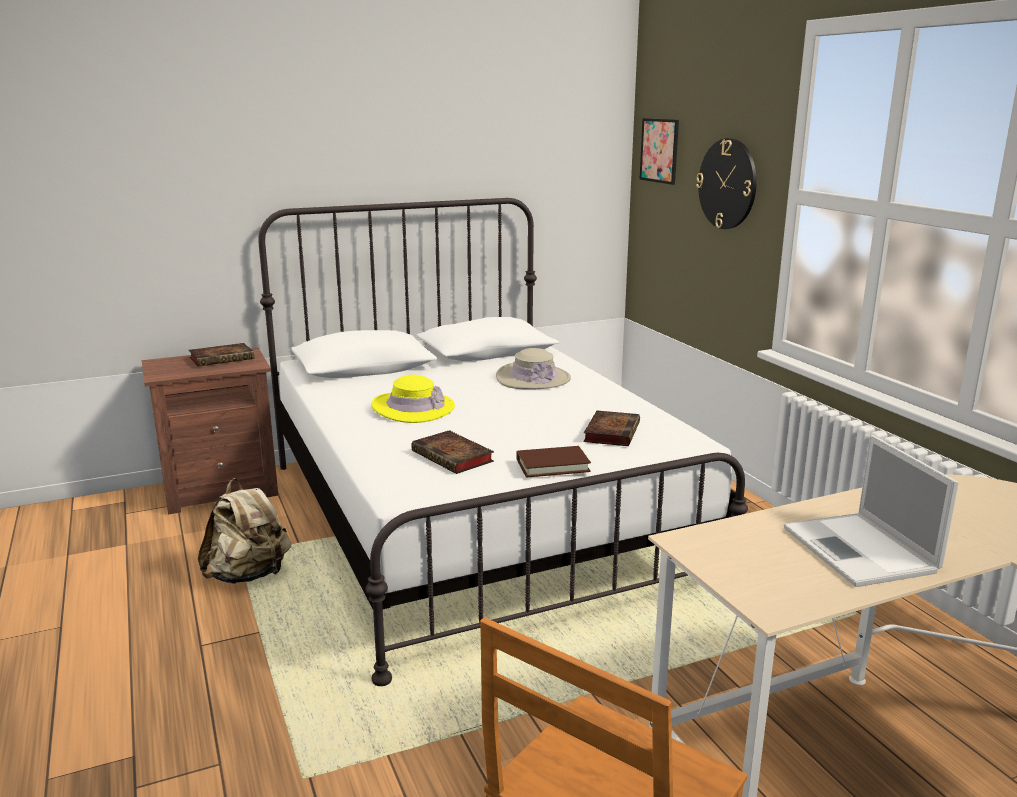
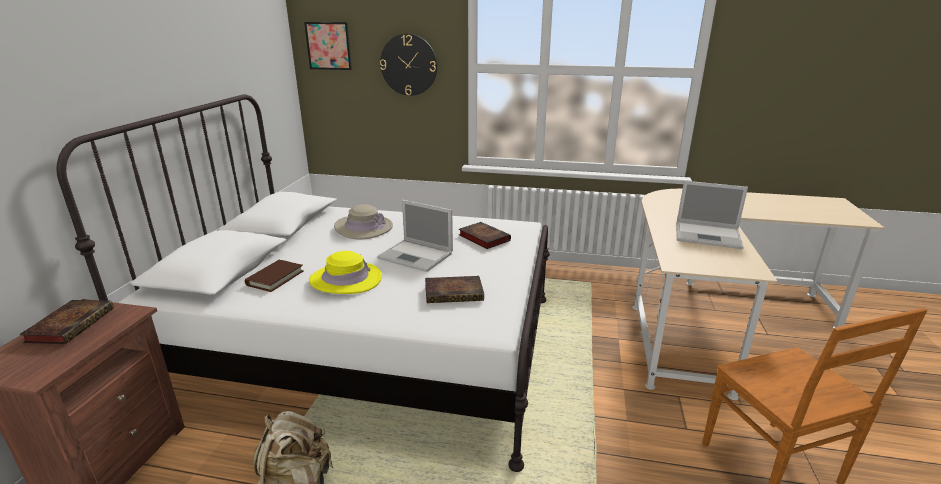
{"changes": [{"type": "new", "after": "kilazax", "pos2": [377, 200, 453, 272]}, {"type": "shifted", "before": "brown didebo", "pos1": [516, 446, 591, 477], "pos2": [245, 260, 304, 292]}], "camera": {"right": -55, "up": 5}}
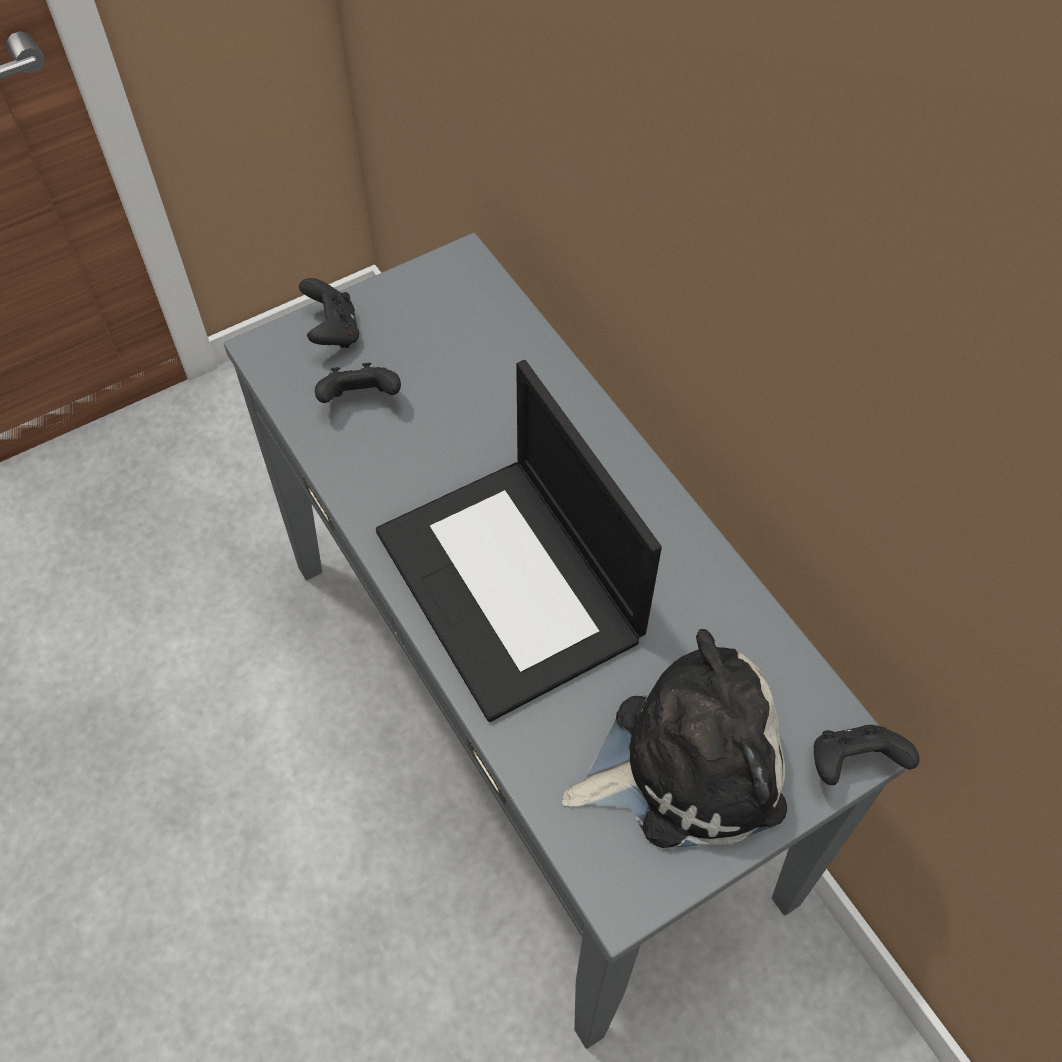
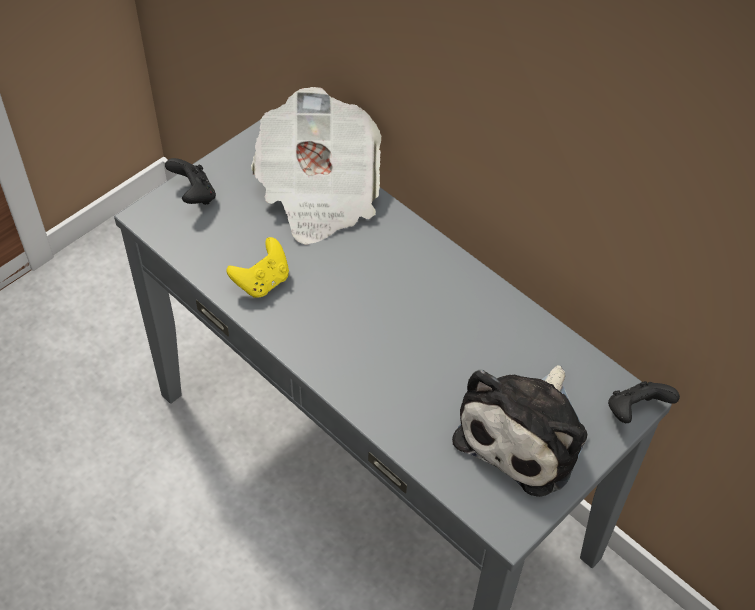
{"changes": [{"type": "gone", "before": "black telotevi", "pos1": [315, 363, 401, 403]}, {"type": "gone", "before": "kilazax", "pos1": [376, 360, 662, 722]}, {"type": "new", "after": "yellow telotevi", "pos2": [226, 237, 289, 298]}, {"type": "new", "after": "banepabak", "pos2": [251, 87, 382, 245]}, {"type": "rotated", "before": "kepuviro", "pos1": [562, 629, 787, 848], "pos2": [452, 365, 587, 497], "turn": 150}], "camera": {"right": -15, "up": -5}}
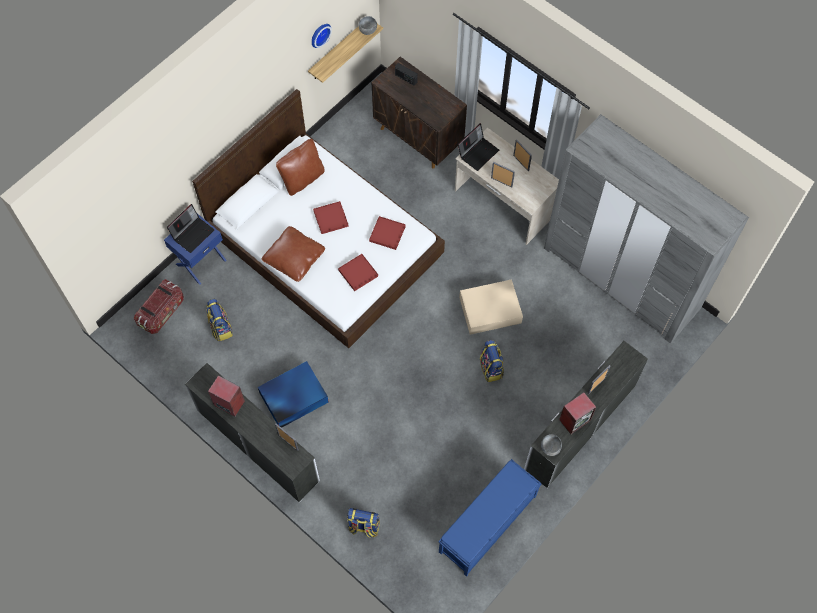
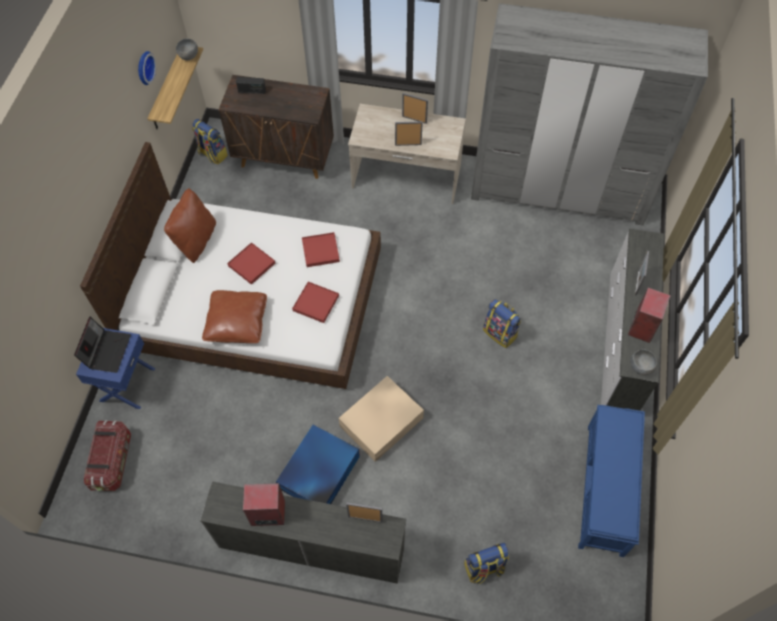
{"changes": [{"type": "gone", "before": "kilazax", "pos1": [458, 123, 499, 171]}, {"type": "shifted", "before": "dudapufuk", "pos1": [207, 299, 233, 341], "pos2": [192, 119, 228, 164]}, {"type": "shifted", "before": "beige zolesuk", "pos1": [459, 279, 523, 335], "pos2": [339, 376, 424, 462]}], "camera": {"right": -30, "up": -5}}
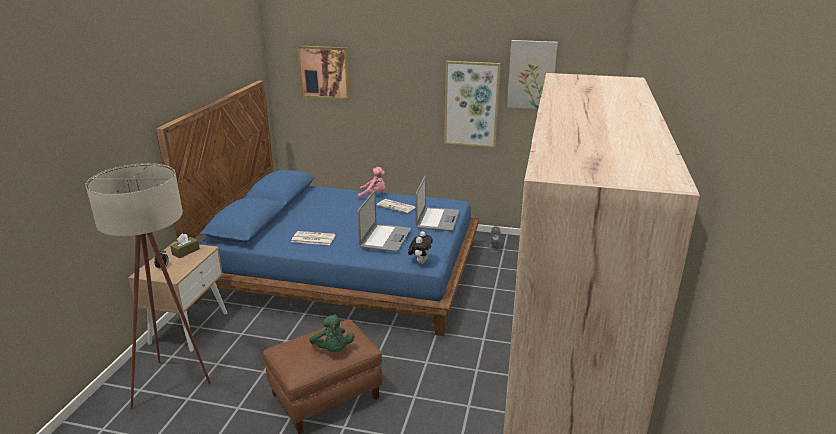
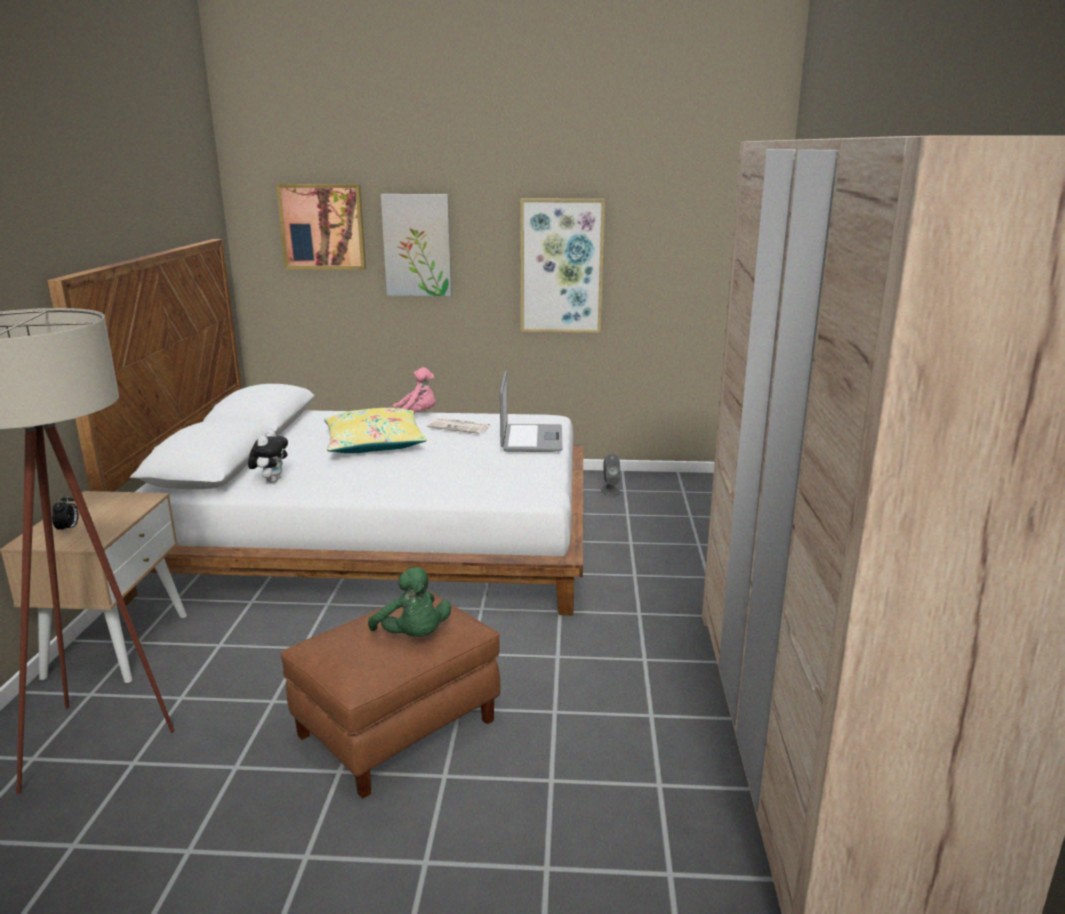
{"changes": [{"type": "gone", "before": "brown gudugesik", "pos1": [170, 233, 200, 258]}, {"type": "gone", "before": "banepabak", "pos1": [291, 231, 336, 245]}, {"type": "gone", "before": "kilazax", "pos1": [357, 191, 411, 252]}, {"type": "new", "after": "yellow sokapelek", "pos2": [324, 408, 427, 454]}, {"type": "shifted", "before": "kepuviro", "pos1": [408, 231, 433, 264], "pos2": [248, 429, 288, 483]}, {"type": "shifted", "before": "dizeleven", "pos1": [507, 40, 558, 109], "pos2": [381, 194, 452, 296]}, {"type": "repainted", "before": "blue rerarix", "after": "white rerarix", "pos1": [156, 81, 479, 336], "pos2": [47, 239, 583, 615]}], "camera": {"right": -10, "up": -5}}
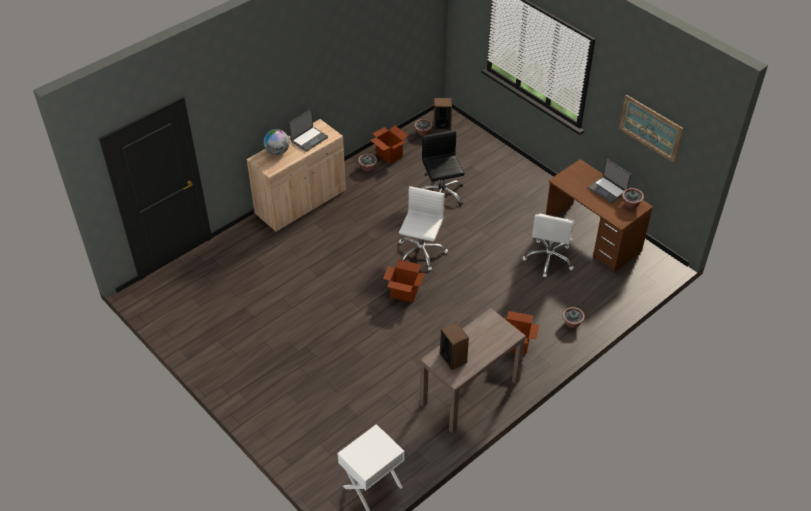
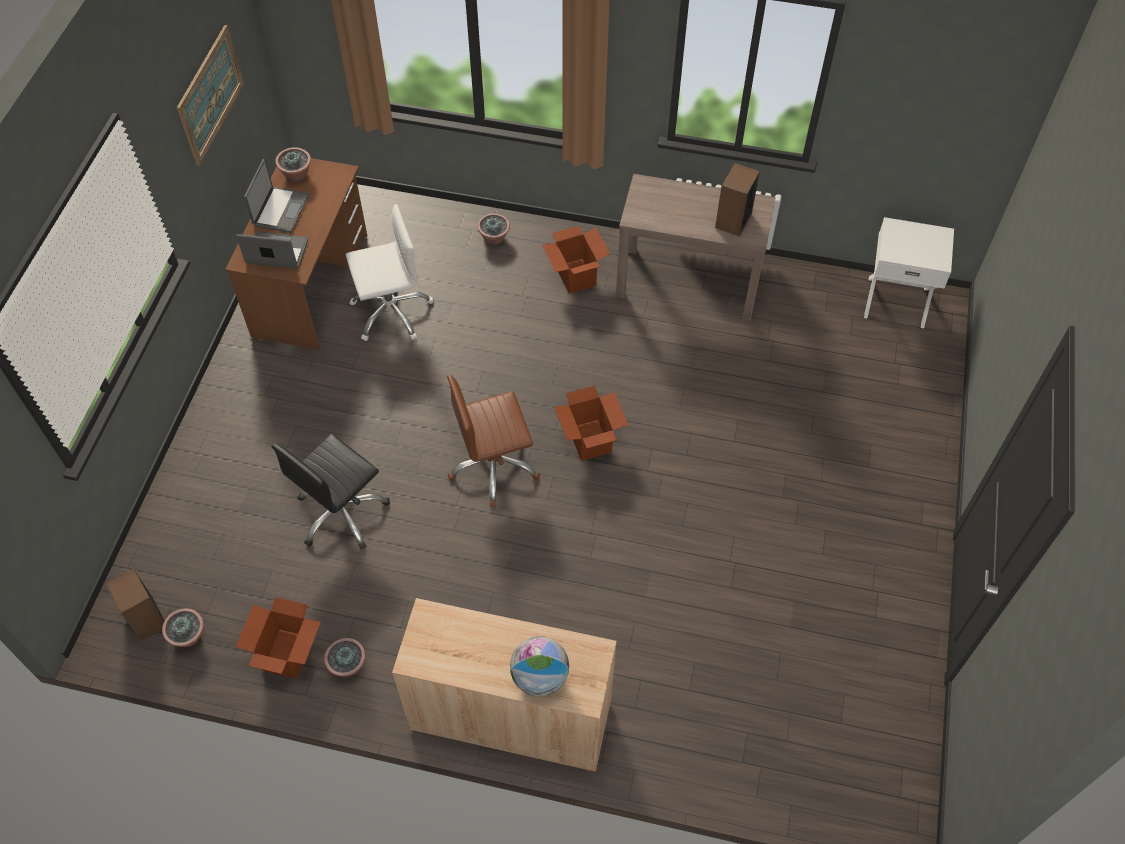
{"changes": [{"type": "shifted", "before": "kilazax", "pos1": [289, 109, 328, 152], "pos2": [236, 232, 308, 269]}, {"type": "repainted", "before": "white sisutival", "after": "brown sisutival", "pos1": [399, 186, 448, 271], "pos2": [447, 375, 540, 506]}], "camera": {"right": -125, "up": 10}}
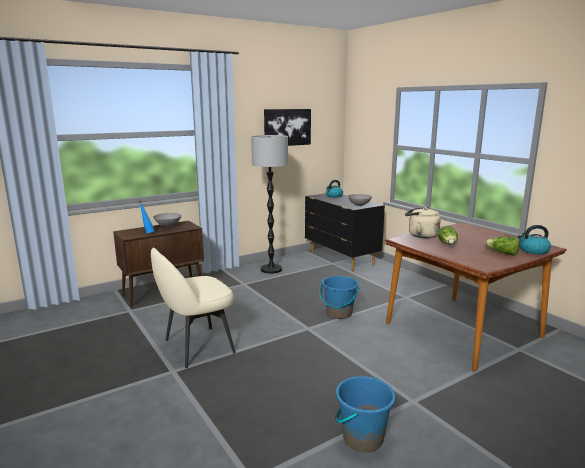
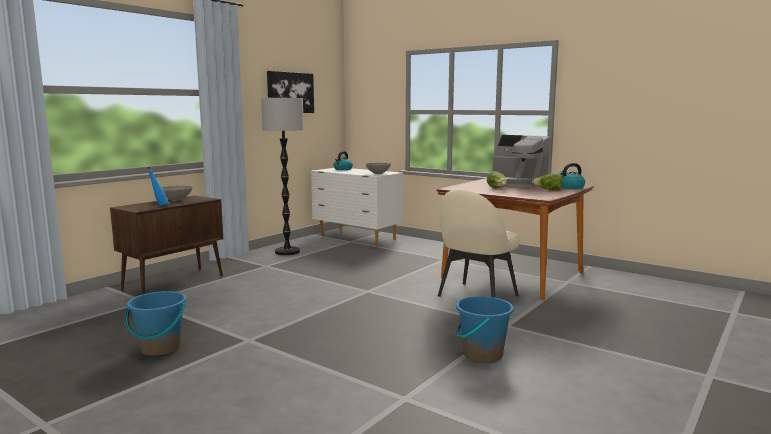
{"changes": [{"type": "gone", "before": "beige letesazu", "pos1": [405, 207, 441, 238]}, {"type": "new", "after": "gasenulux", "pos2": [492, 135, 550, 187]}, {"type": "shifted", "before": "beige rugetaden", "pos1": [151, 248, 236, 368], "pos2": [438, 190, 519, 298]}, {"type": "shifted", "before": "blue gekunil", "pos1": [320, 276, 359, 319], "pos2": [125, 291, 186, 356]}, {"type": "repainted", "before": "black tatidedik", "after": "white tatidedik", "pos1": [305, 193, 385, 271], "pos2": [311, 168, 403, 246]}], "camera": {"right": -20, "up": -5}}
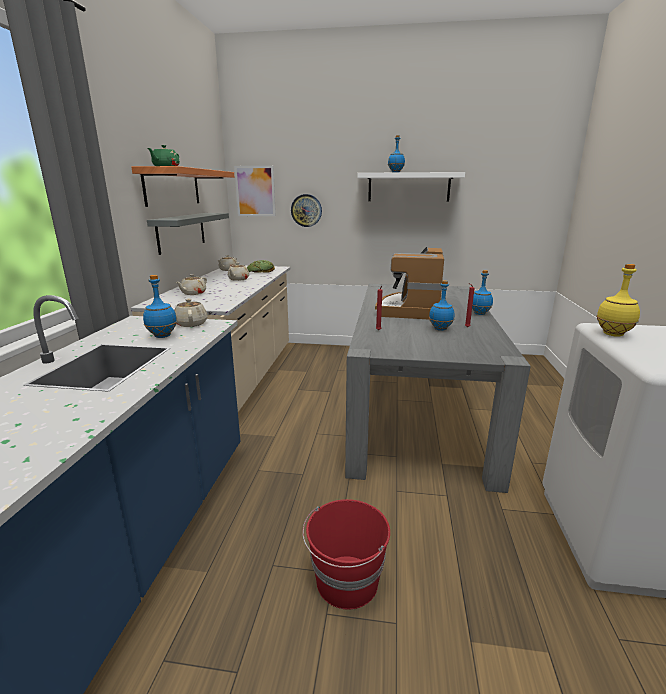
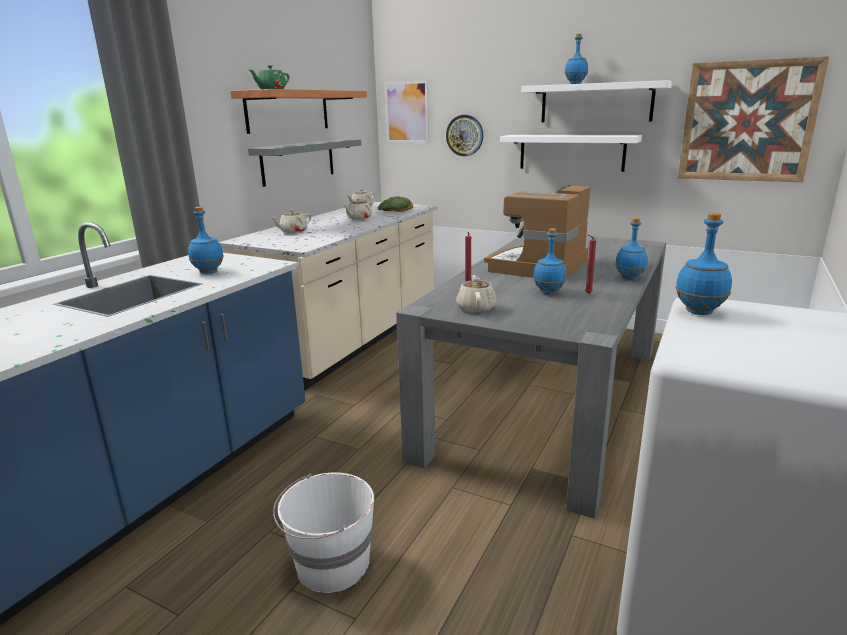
{"changes": [{"type": "new", "after": "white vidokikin", "pos2": [500, 135, 642, 172]}, {"type": "new", "after": "dizeleven", "pos2": [678, 56, 829, 182]}, {"type": "shifted", "before": "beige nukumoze", "pos1": [174, 298, 208, 327], "pos2": [456, 275, 497, 313]}, {"type": "repainted", "before": "red gekunil", "after": "white gekunil", "pos1": [302, 499, 390, 610], "pos2": [273, 473, 374, 593]}, {"type": "repainted", "before": "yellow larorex", "after": "blue larorex", "pos1": [596, 264, 640, 337], "pos2": [675, 213, 732, 315]}], "camera": {"right": 20, "up": 0}}
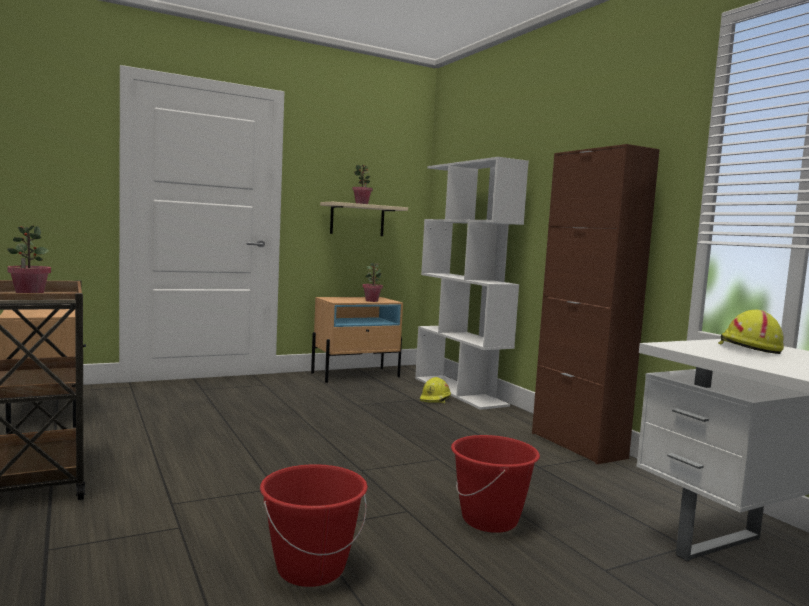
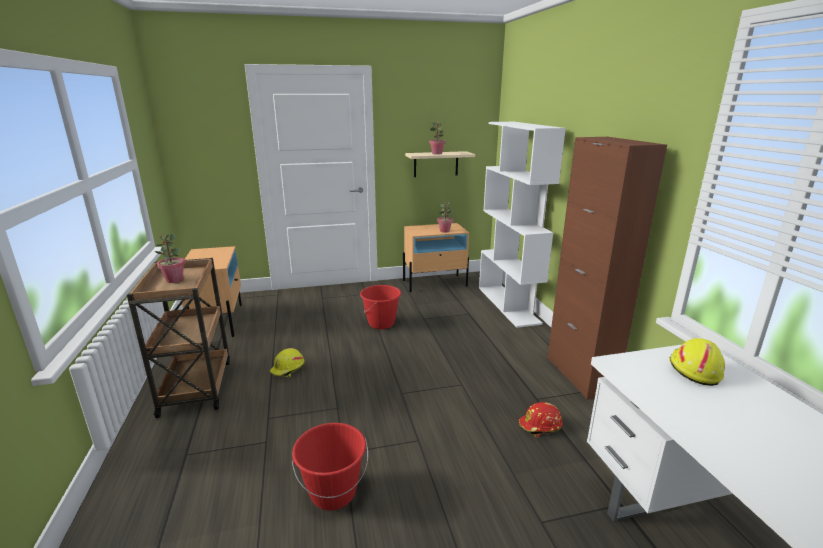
{"changes": [{"type": "new", "after": "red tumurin", "pos2": [519, 402, 562, 437]}, {"type": "shifted", "before": "yellow tumurin", "pos1": [420, 377, 451, 403], "pos2": [270, 348, 304, 377]}, {"type": "shifted", "before": "red gekunil", "pos1": [451, 435, 540, 533], "pos2": [360, 285, 401, 329]}], "camera": {"right": 15, "up": 15}}
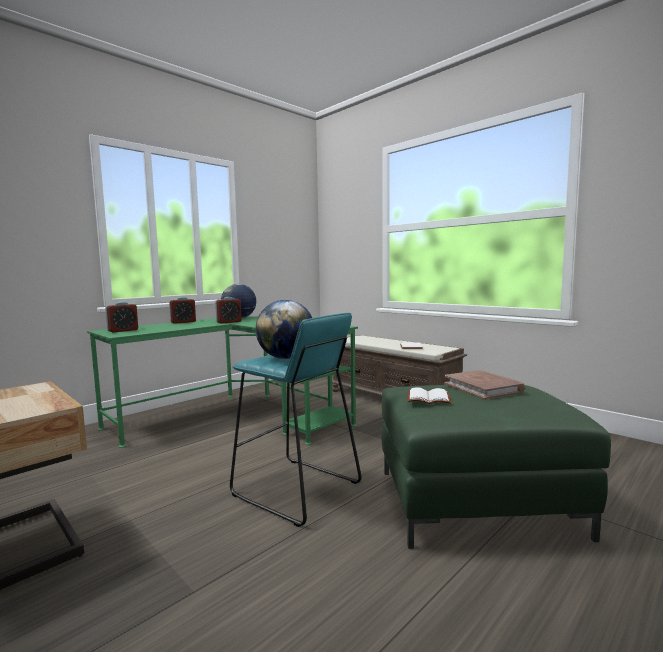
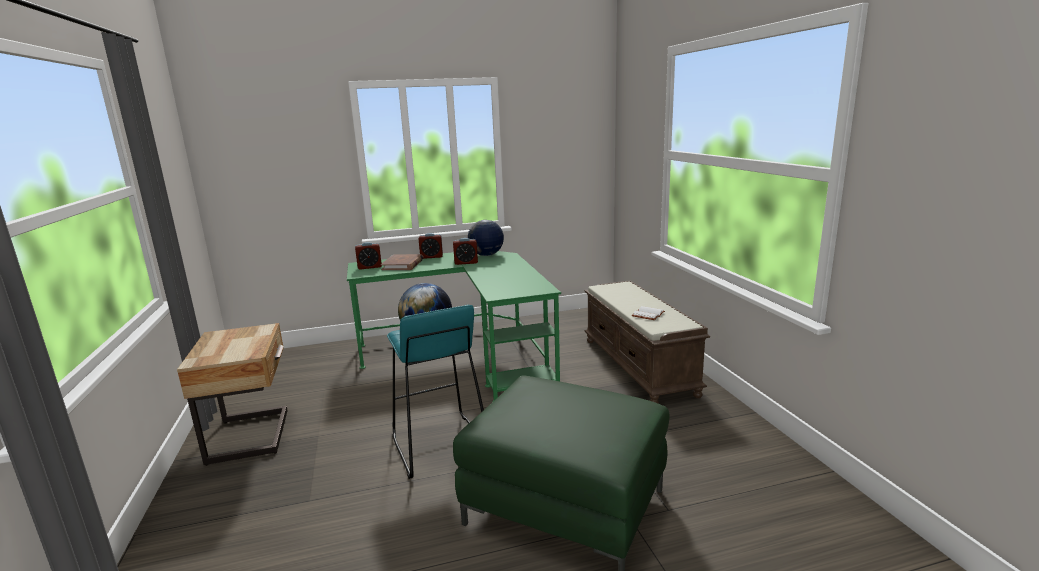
{"changes": [{"type": "gone", "before": "white didebo", "pos1": [408, 387, 451, 404]}, {"type": "shifted", "before": "brown didebo", "pos1": [444, 370, 525, 400], "pos2": [381, 254, 423, 270]}], "camera": {"right": 30, "up": 10}}
